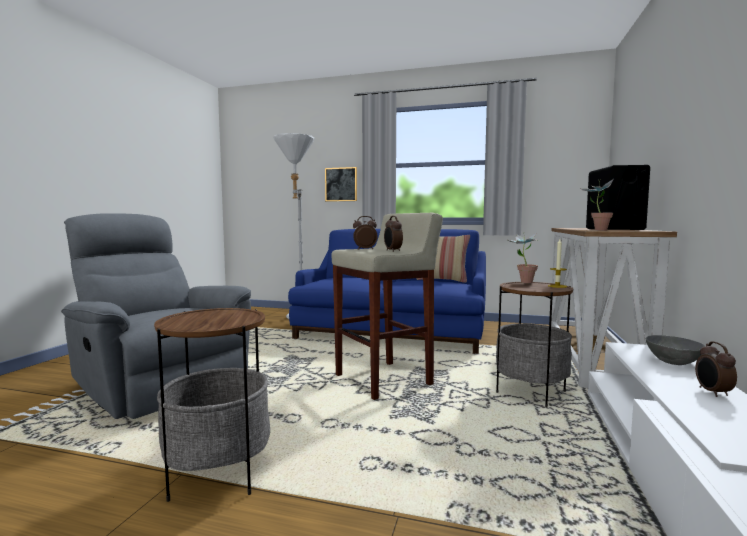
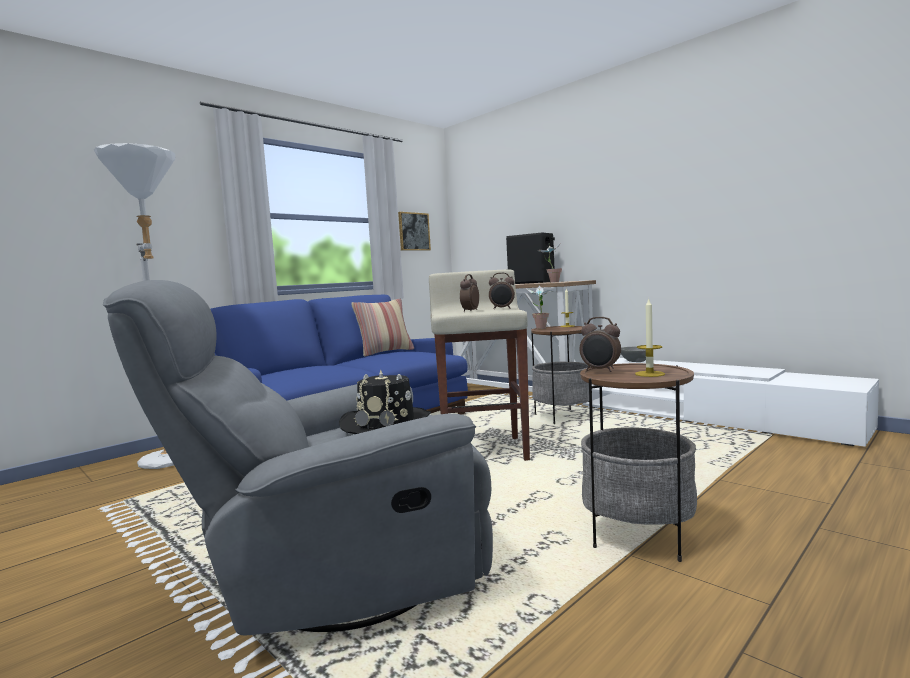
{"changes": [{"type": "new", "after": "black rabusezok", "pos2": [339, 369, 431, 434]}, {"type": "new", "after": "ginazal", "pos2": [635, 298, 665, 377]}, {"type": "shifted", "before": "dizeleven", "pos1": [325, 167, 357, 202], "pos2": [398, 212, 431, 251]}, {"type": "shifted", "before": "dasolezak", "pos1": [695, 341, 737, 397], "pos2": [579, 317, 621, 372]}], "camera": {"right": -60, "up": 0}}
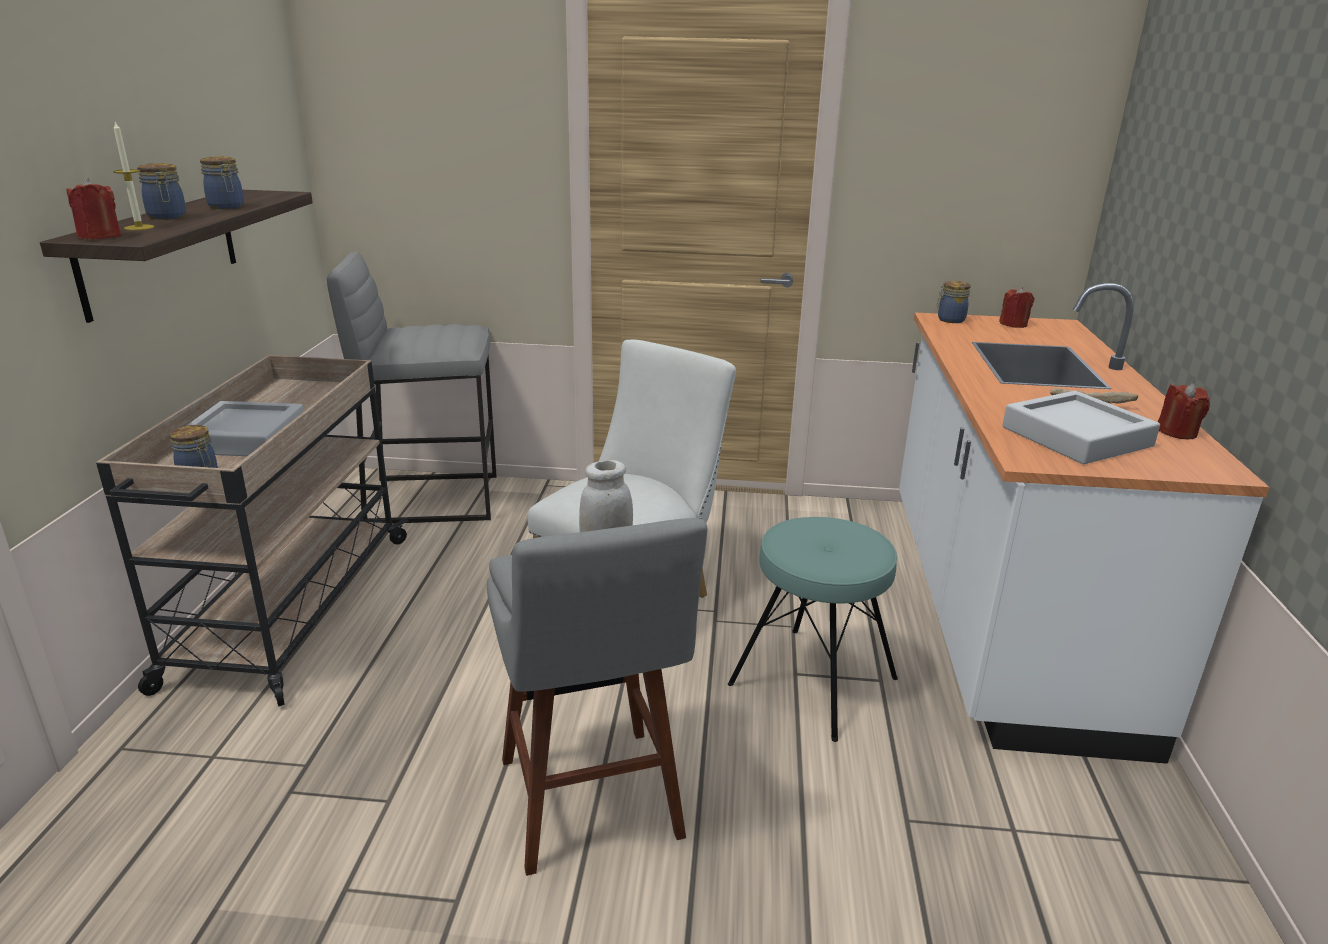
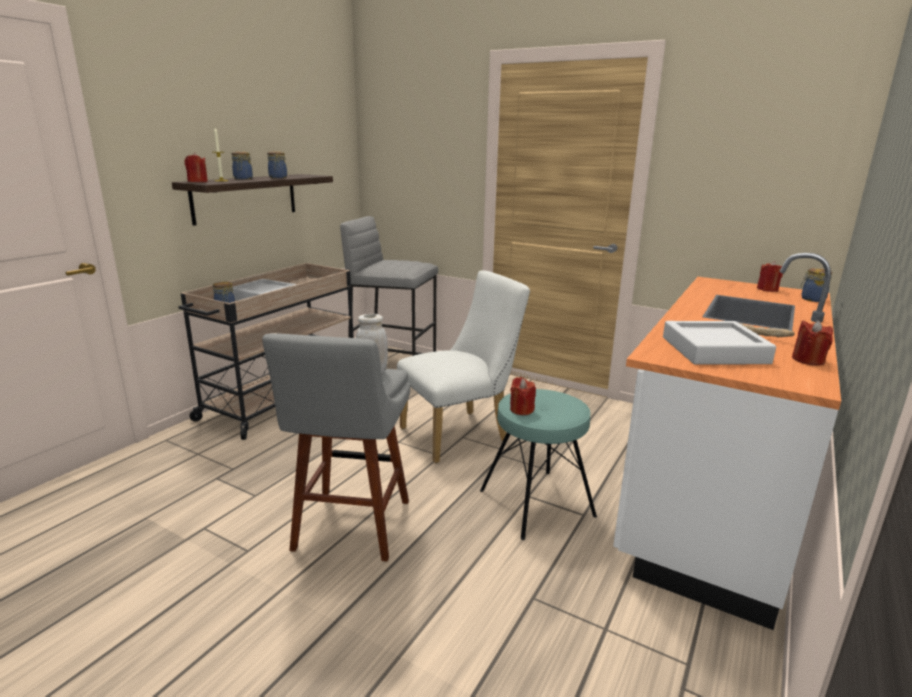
{"changes": [{"type": "new", "after": "red ginazal", "pos2": [510, 377, 536, 415]}, {"type": "shifted", "before": "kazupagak", "pos1": [936, 281, 971, 323], "pos2": [800, 268, 832, 302]}], "camera": {"right": 25, "up": -5}}
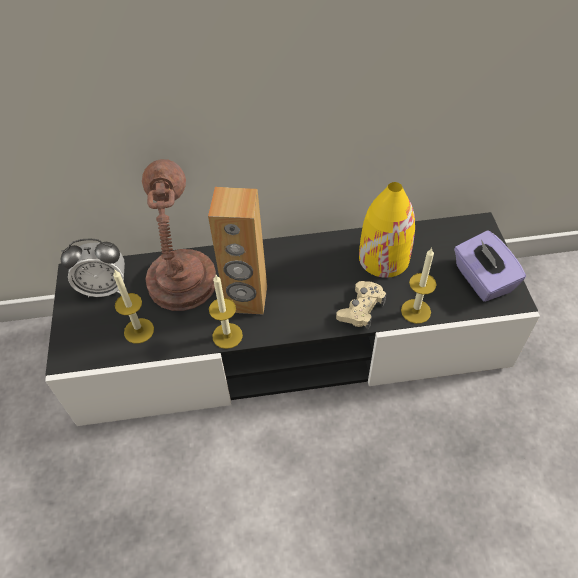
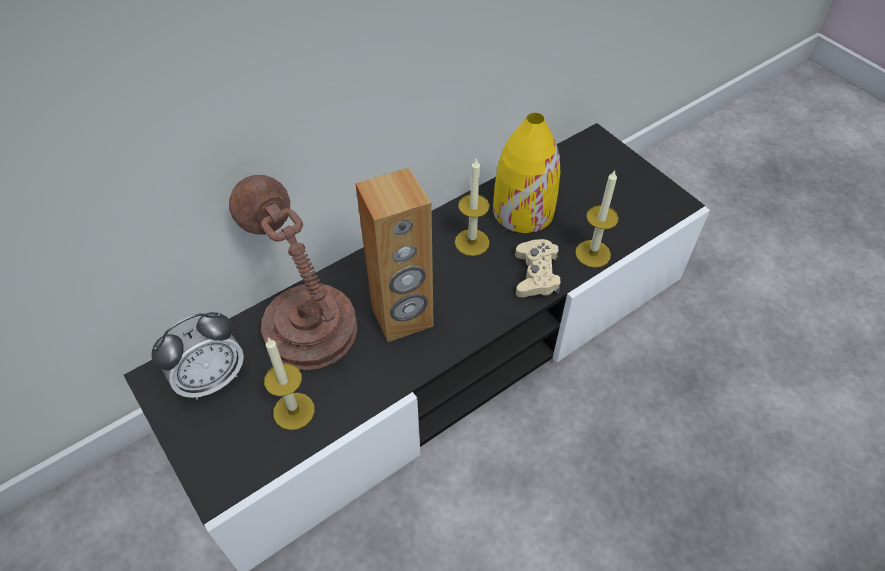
{"changes": [{"type": "gone", "before": "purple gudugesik", "pos1": [454, 230, 526, 302]}, {"type": "shifted", "before": "ginazal", "pos1": [209, 275, 243, 349], "pos2": [455, 158, 490, 256]}], "camera": {"right": -30, "up": 0}}
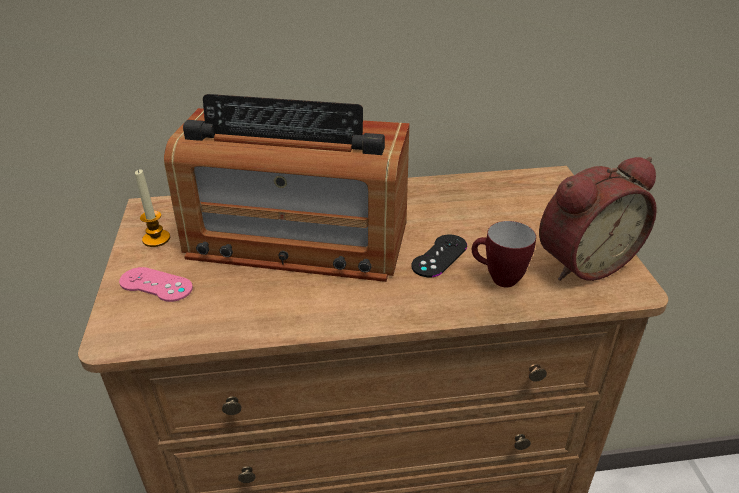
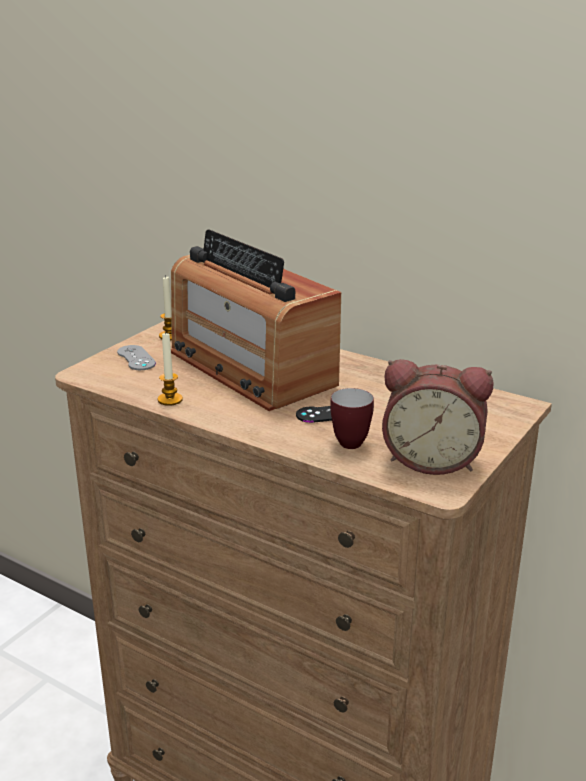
{"changes": [{"type": "new", "after": "ginazal", "pos2": [158, 331, 183, 406]}, {"type": "repainted", "before": "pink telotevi", "after": "grey telotevi", "pos1": [119, 267, 193, 302], "pos2": [117, 345, 156, 370]}], "camera": {"right": 40, "up": -10}}
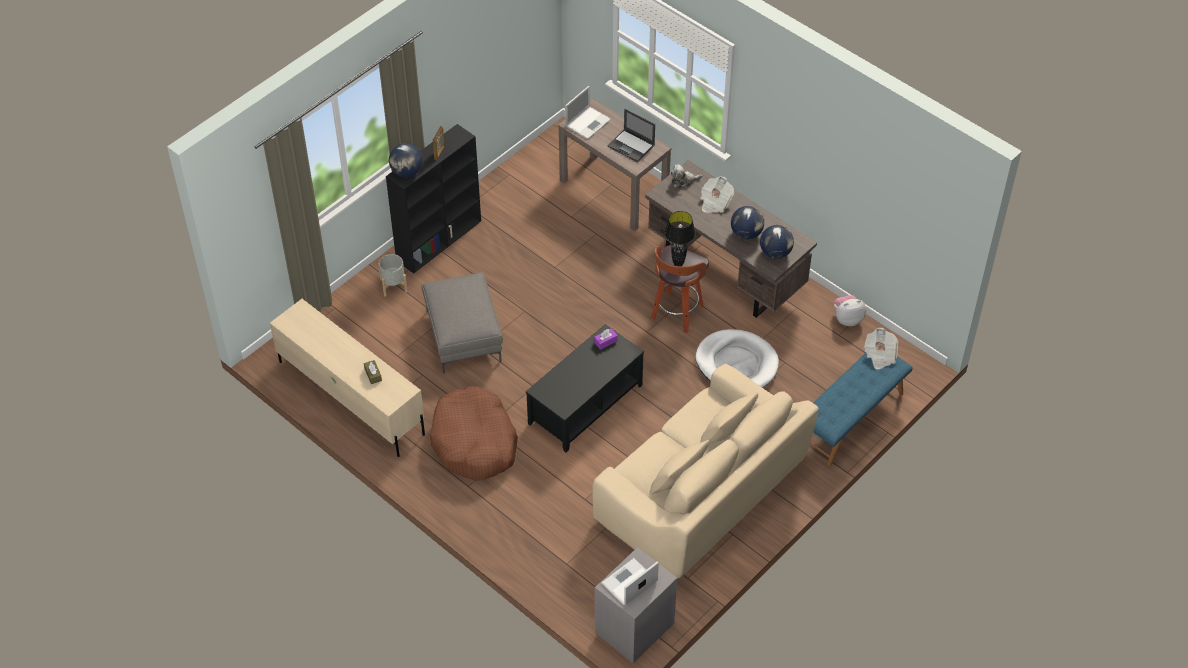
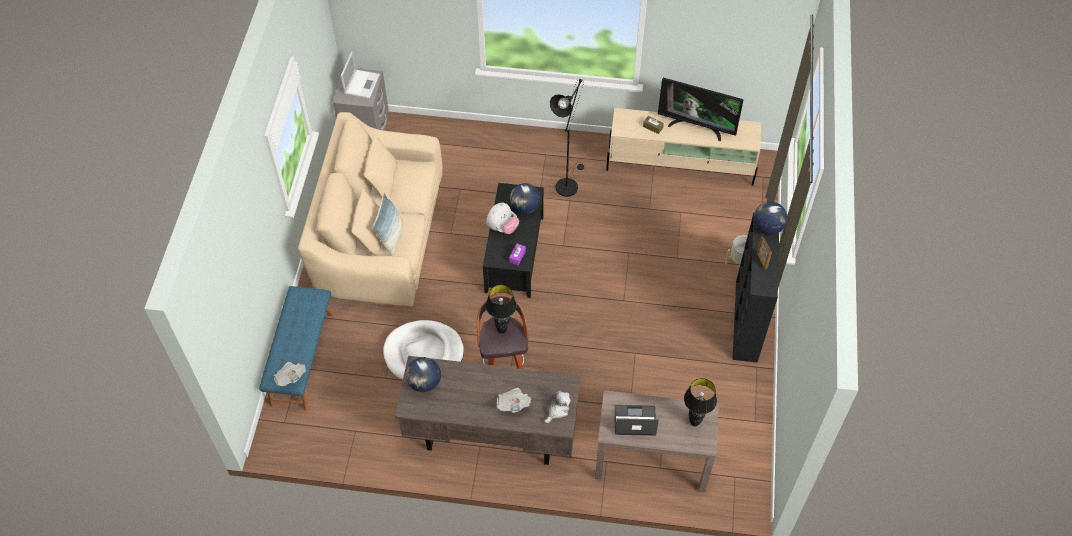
{"changes": [{"type": "gone", "before": "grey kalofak", "pos1": [422, 272, 503, 373]}, {"type": "new", "after": "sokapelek", "pos2": [372, 193, 403, 256]}, {"type": "new", "after": "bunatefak", "pos2": [658, 78, 744, 141]}, {"type": "shifted", "before": "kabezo", "pos1": [731, 206, 764, 240], "pos2": [510, 183, 540, 214]}, {"type": "shifted", "before": "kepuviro", "pos1": [834, 295, 866, 326], "pos2": [486, 203, 519, 234]}, {"type": "swapped", "before": "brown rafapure", "after": "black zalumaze", "pos1": [430, 386, 518, 481], "pos2": [550, 79, 584, 197]}, {"type": "swapped", "before": "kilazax", "after": "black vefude", "pos1": [565, 86, 611, 140], "pos2": [684, 378, 717, 426]}], "camera": {"right": 145, "up": 5}}
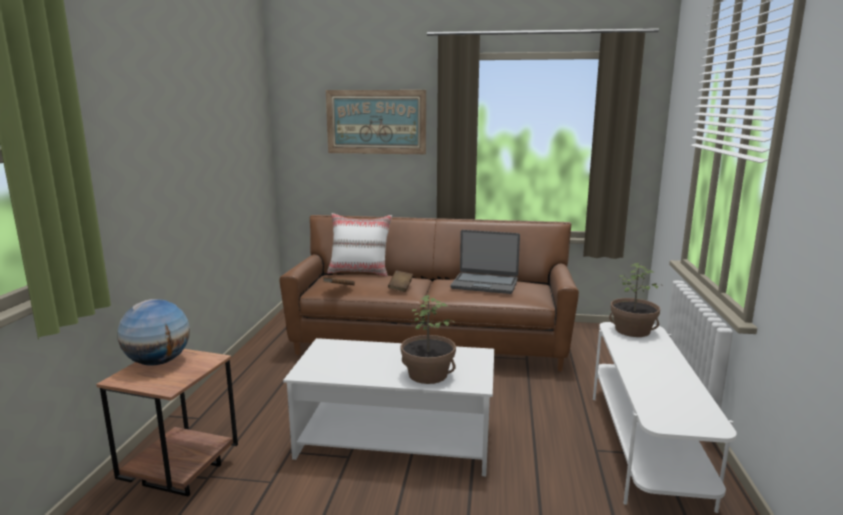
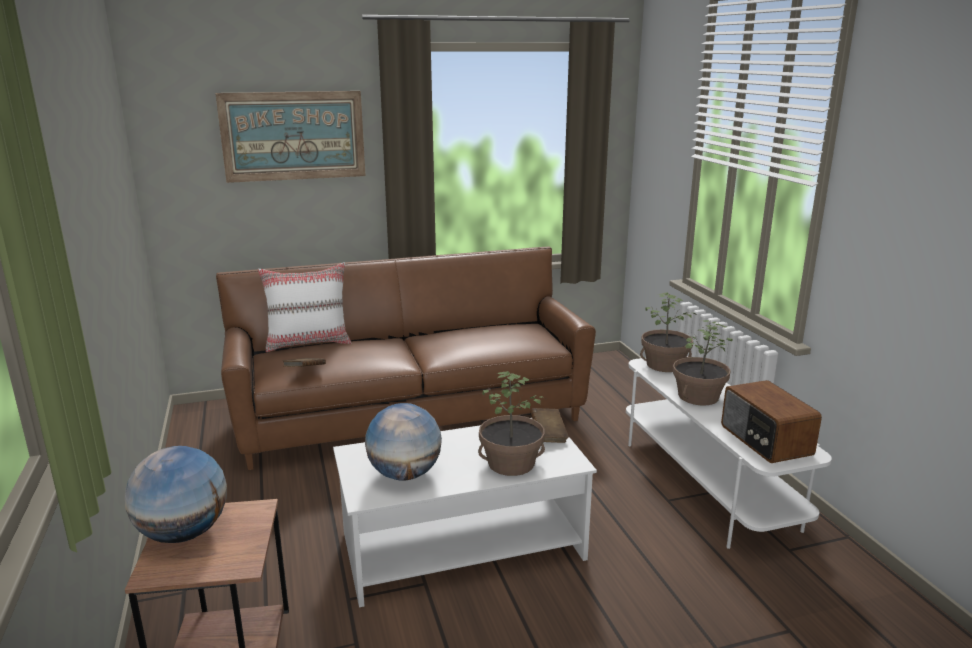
{"changes": [{"type": "gone", "before": "kilazax", "pos1": [450, 230, 520, 294]}, {"type": "new", "after": "kabezo", "pos2": [365, 403, 442, 480]}, {"type": "new", "after": "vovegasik", "pos2": [673, 320, 732, 405]}, {"type": "new", "after": "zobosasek", "pos2": [721, 380, 822, 463]}, {"type": "shifted", "before": "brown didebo", "pos1": [388, 270, 413, 292], "pos2": [530, 408, 569, 443]}], "camera": {"right": -25, "up": 5}}
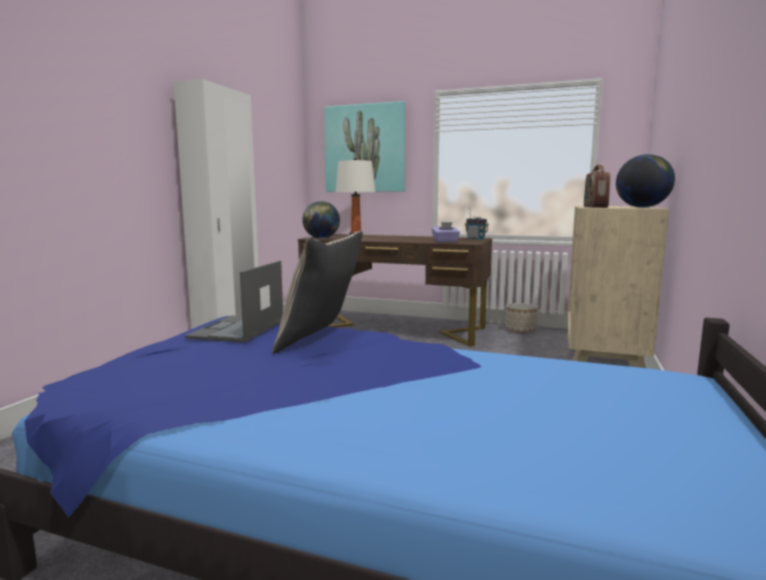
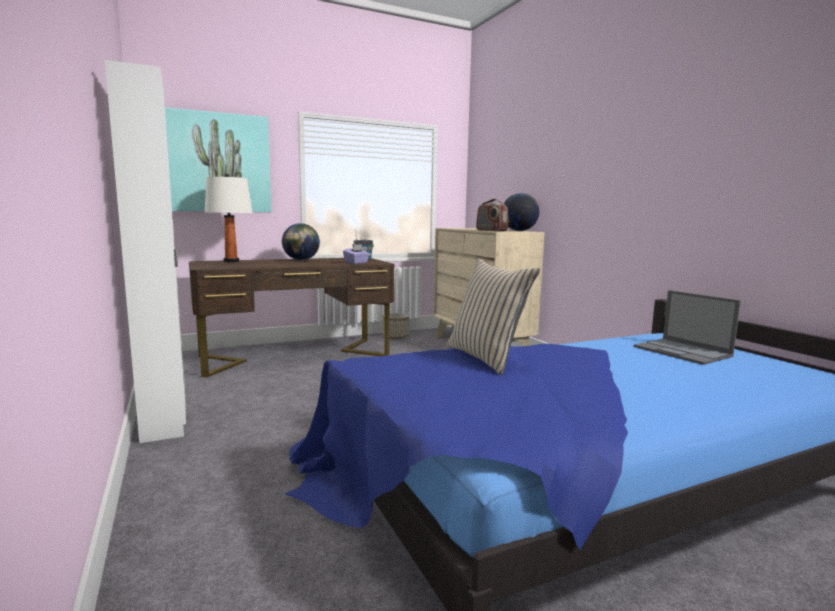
{"changes": [{"type": "shifted", "before": "kilazax", "pos1": [185, 261, 283, 343], "pos2": [634, 290, 741, 365]}, {"type": "shifted", "before": "kabezo", "pos1": [302, 201, 340, 239], "pos2": [282, 223, 320, 260]}], "camera": {"right": -45, "up": 0}}
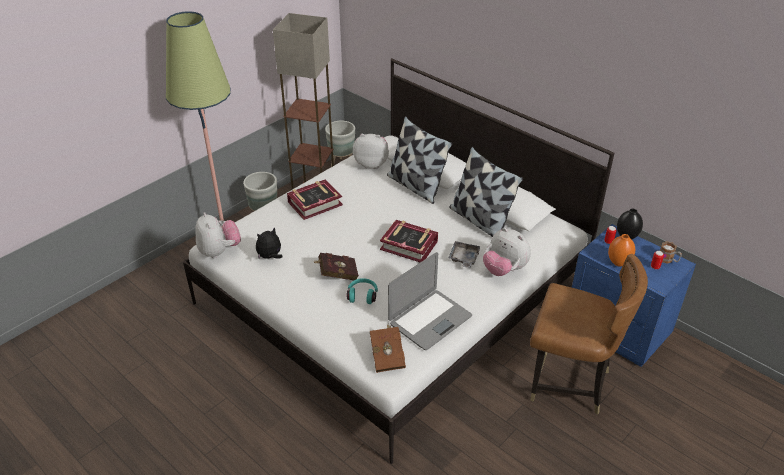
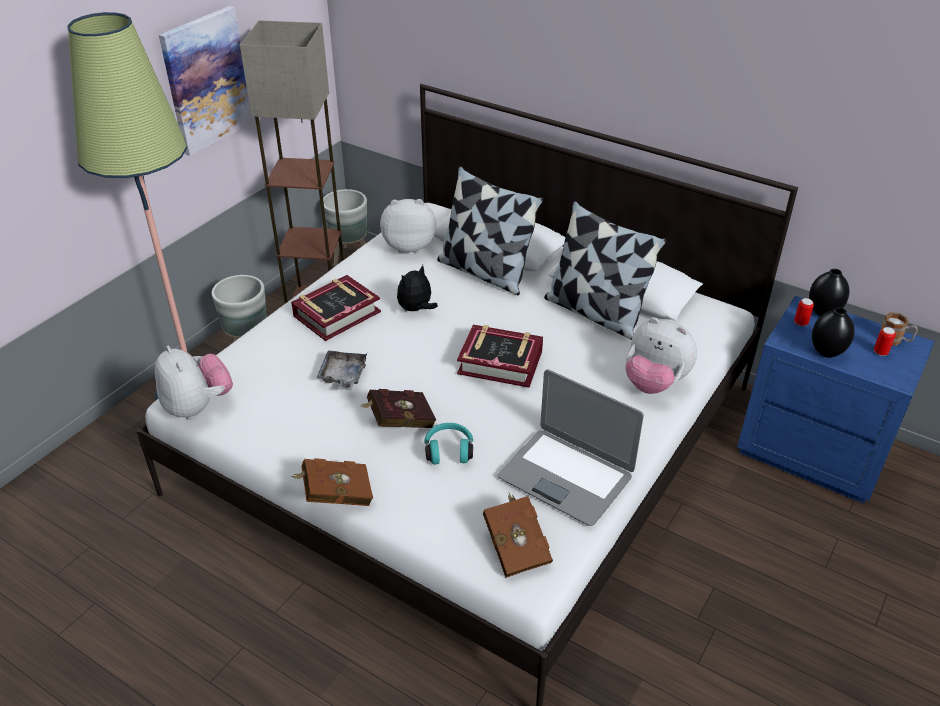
{"changes": [{"type": "gone", "before": "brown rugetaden", "pos1": [530, 254, 648, 415]}, {"type": "new", "after": "dizeleven", "pos2": [159, 6, 253, 156]}, {"type": "new", "after": "brown didebo", "pos2": [291, 458, 373, 506]}, {"type": "shifted", "before": "kepuviro", "pos1": [256, 227, 283, 259], "pos2": [397, 265, 438, 312]}, {"type": "shifted", "before": "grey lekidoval", "pos1": [448, 241, 481, 268], "pos2": [317, 351, 367, 390]}, {"type": "repainted", "before": "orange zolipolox", "after": "black zolipolox", "pos1": [608, 234, 635, 267], "pos2": [812, 307, 855, 358]}, {"type": "rotated", "before": "kilazax", "pos1": [388, 252, 472, 350], "pos2": [498, 369, 644, 526], "turn": 90}], "camera": {"right": -10, "up": 0}}
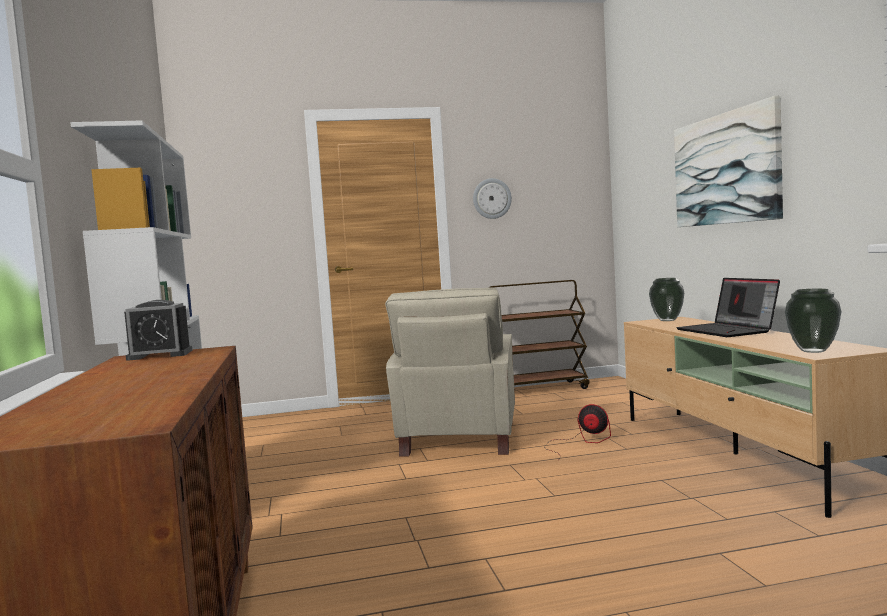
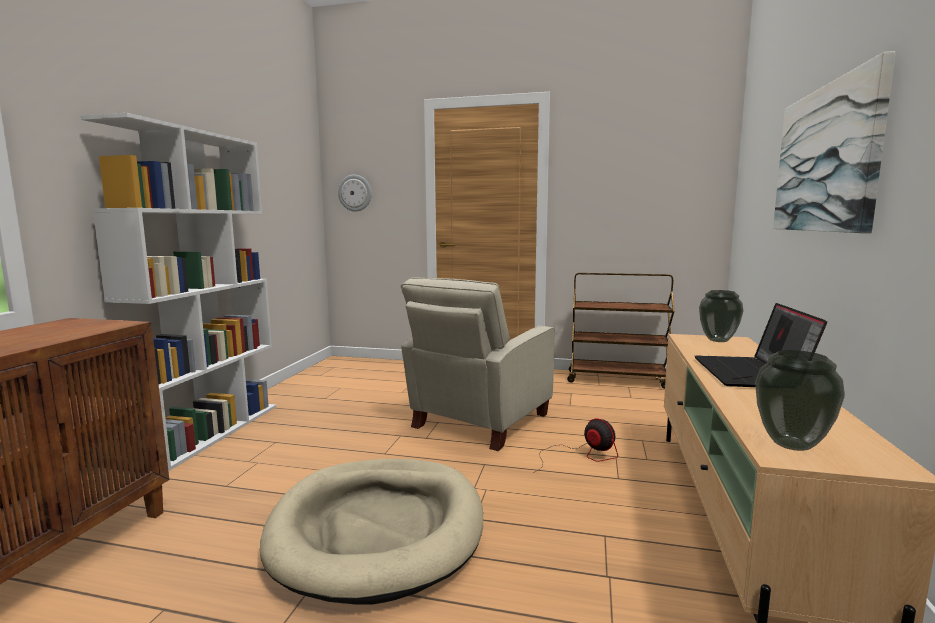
{"changes": [{"type": "gone", "before": "dasolezak", "pos1": [124, 300, 192, 361]}, {"type": "new", "after": "beige rafapure", "pos2": [260, 459, 483, 605]}, {"type": "shifted", "before": "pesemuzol", "pos1": [473, 178, 512, 219], "pos2": [338, 175, 372, 212]}], "camera": {"right": 25, "up": 5}}
